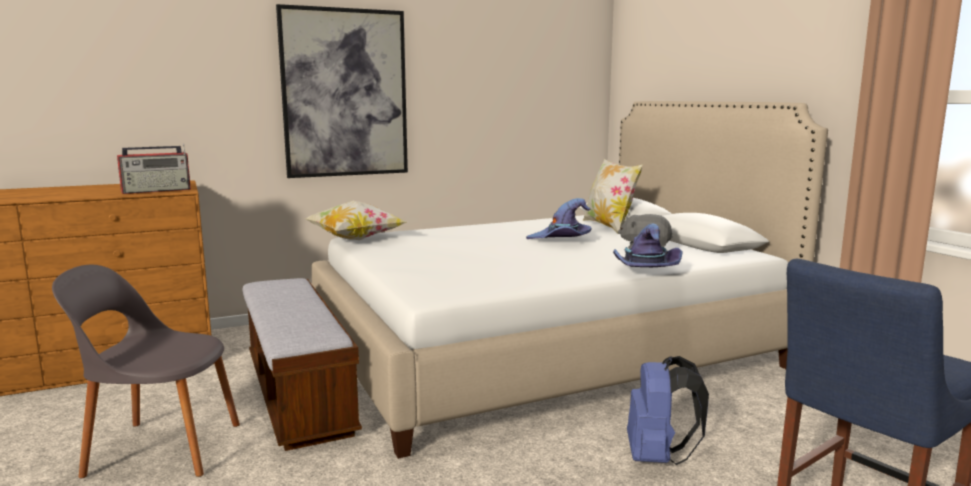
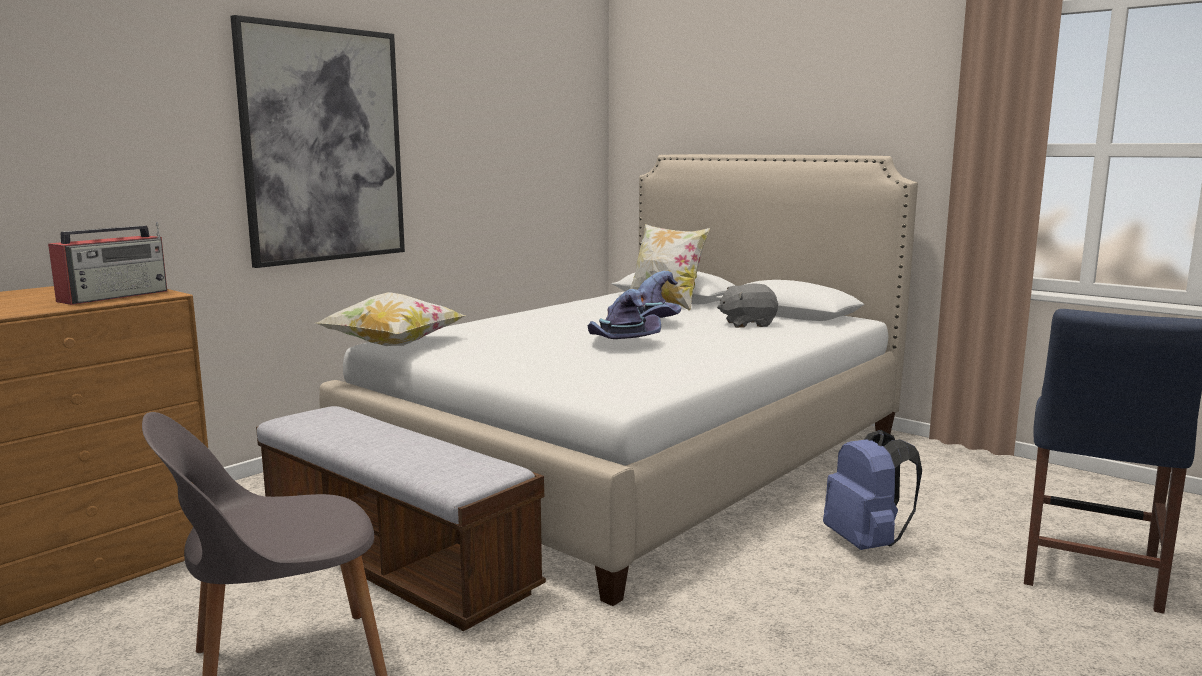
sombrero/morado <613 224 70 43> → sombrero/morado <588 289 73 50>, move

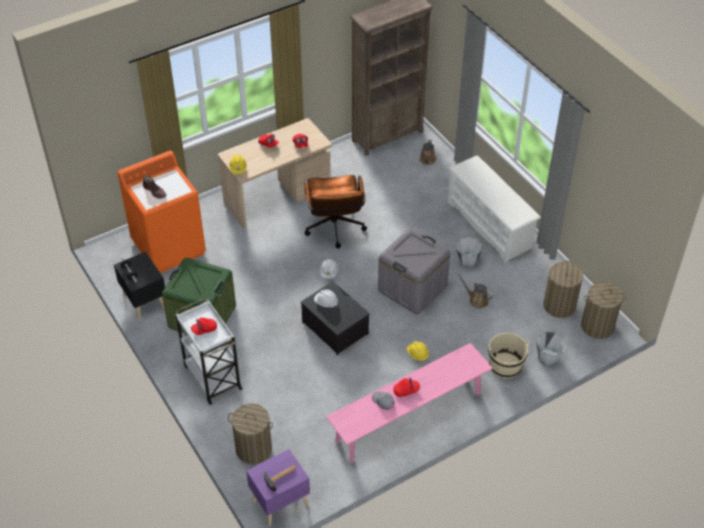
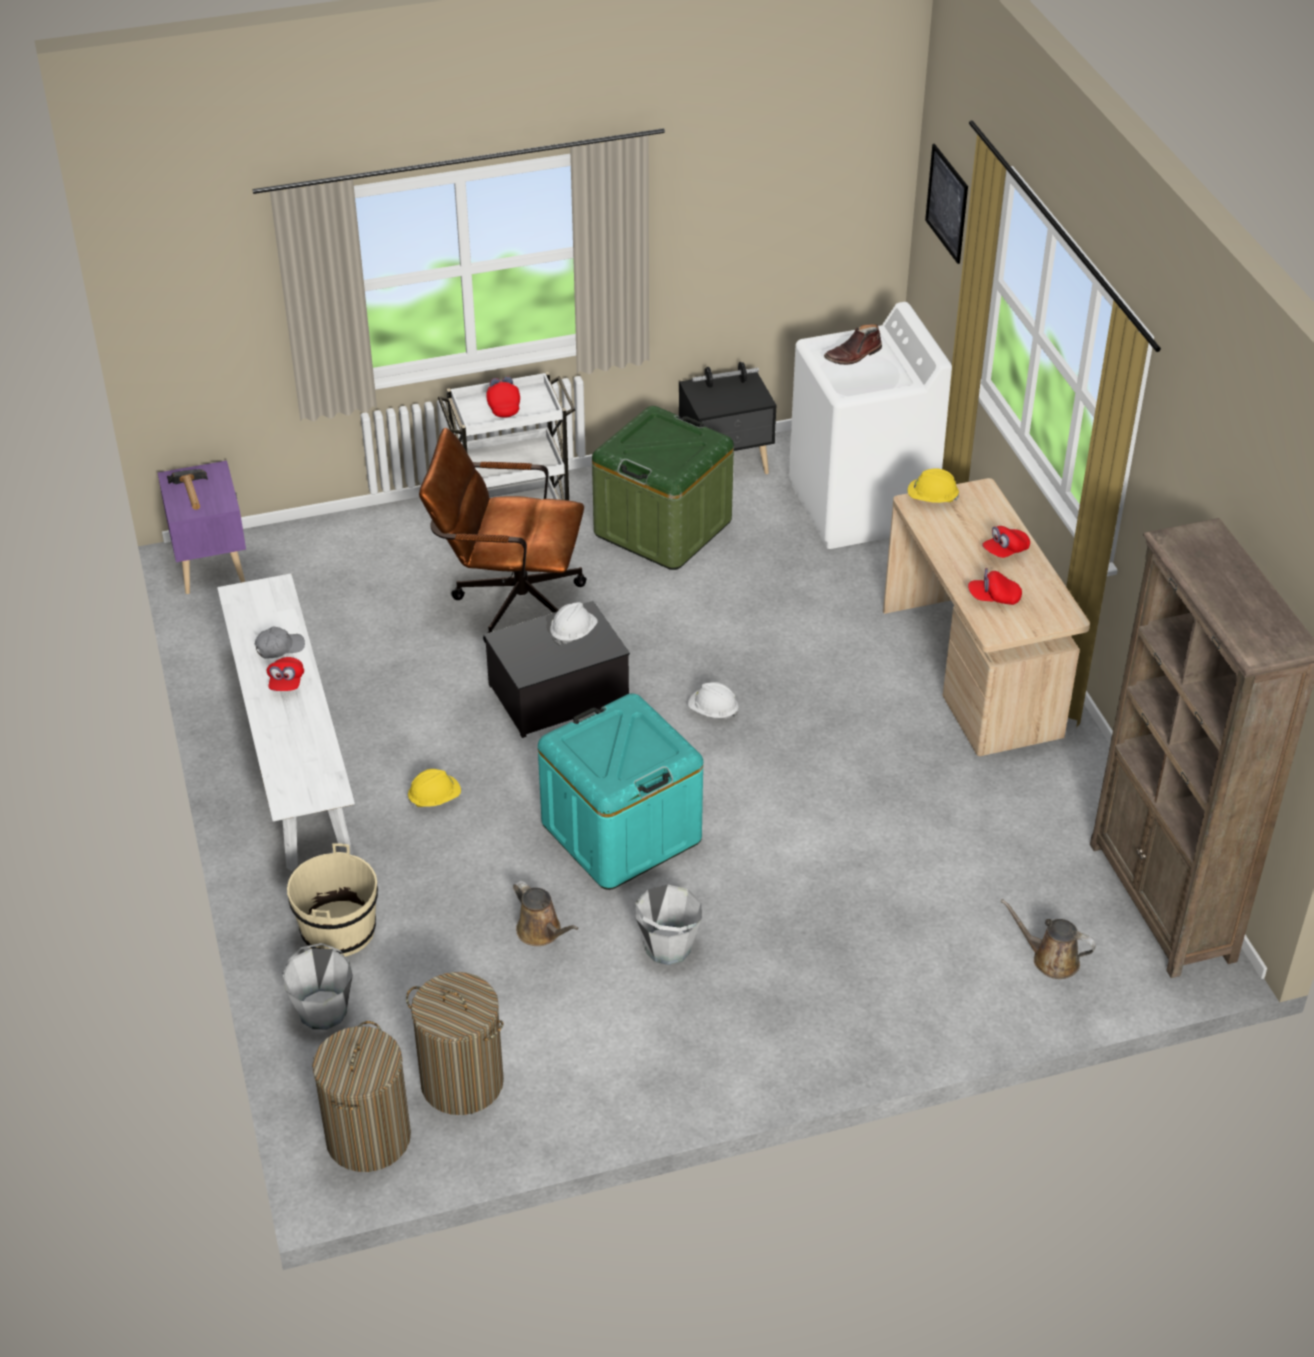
lavadora/naranja <117 151 89 122> → lavadora/blanco <789 302 163 247>
zapatero/blanco <447 155 94 108> → -
silla de oficina/marrón <304 175 63 73> → silla de oficina/marrón <419 428 168 215>, move
caja de almacenaje/gris <378 229 72 85> → caja de almacenaje/turquesa <538 693 165 197>
regadera/marrón <457 274 37 34> → regadera/marrón <513 880 66 66>, 90 degrees clockwise
banco/rosa <326 343 167 119> → banco/blanco <217 574 138 297>
cesto de la ropa <228 404 45 60> → -
- → cuadro <925 144 43 120>

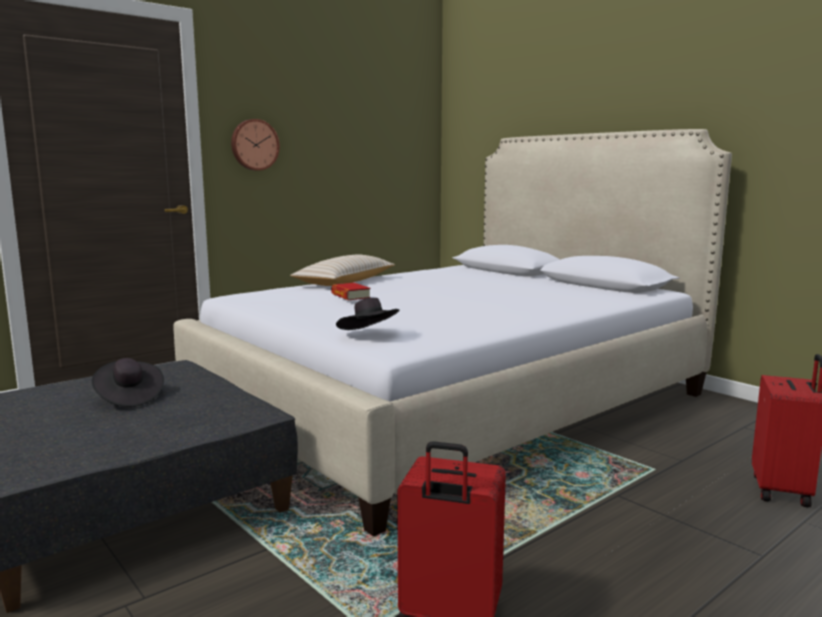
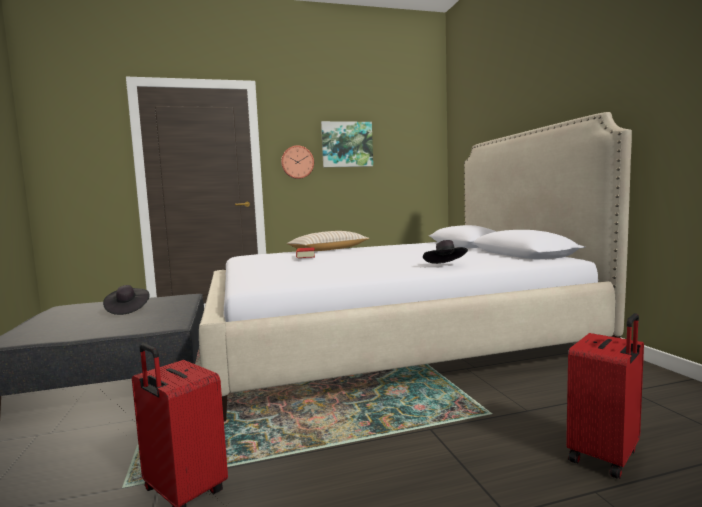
sombrero/negro <336 298 64 32> → sombrero/negro <423 240 45 24>, move
- → cuadro <321 121 52 46>

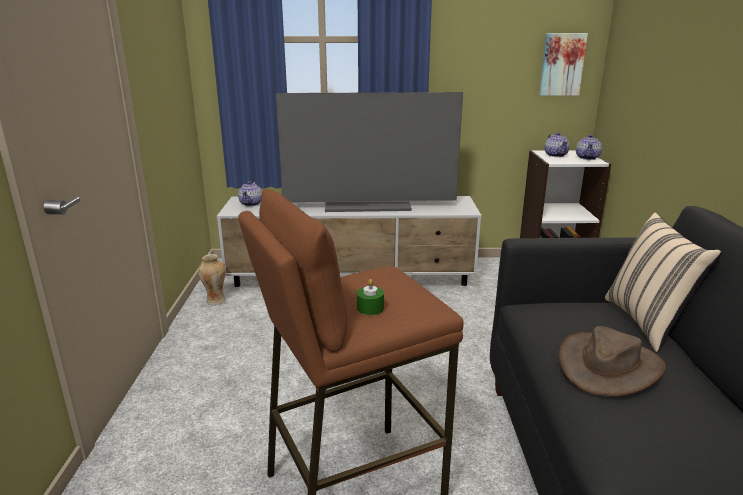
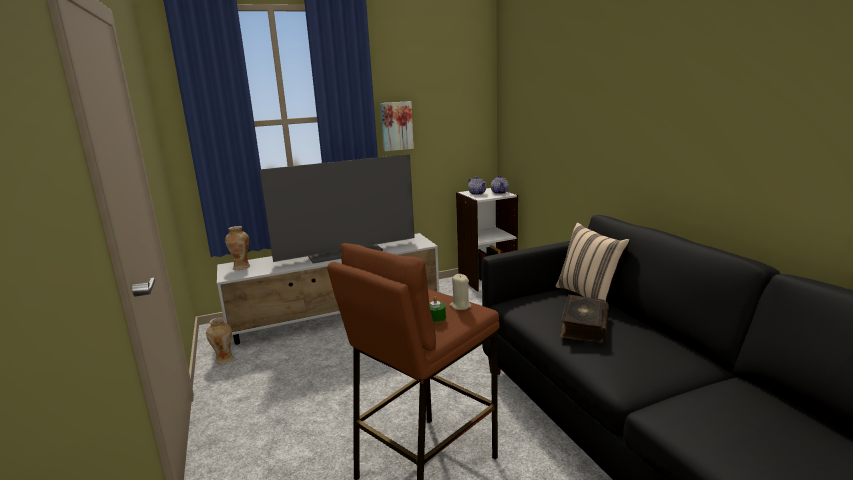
cuadro <539 33 49 63> → cuadro <380 101 34 50>, move
tetera <238 181 24 25> → florero <225 226 25 44>
sombrero/marrón <559 326 106 70> → libro <560 295 49 48>
- → vela/beis <450 274 21 36>

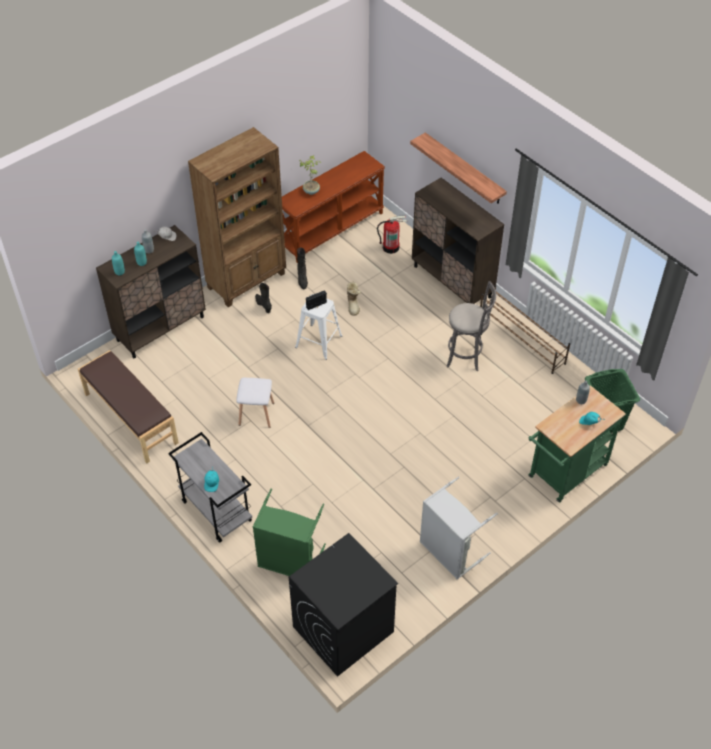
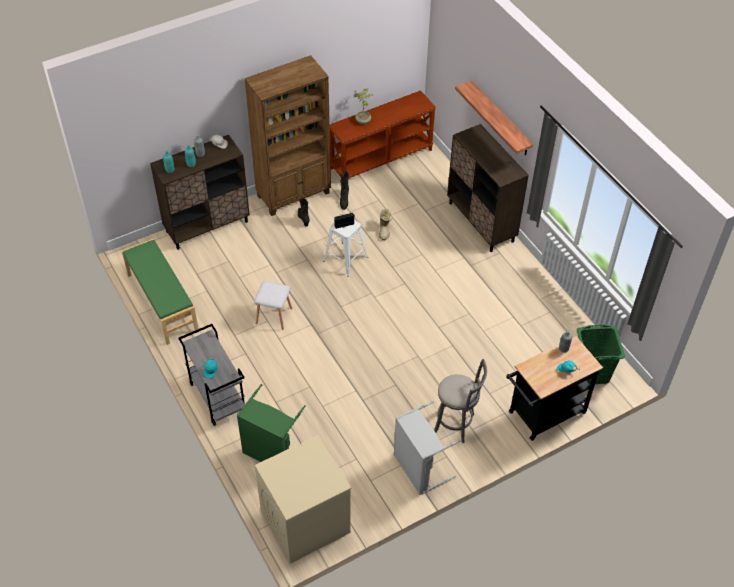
extintor <377 216 30 38> → -
taburete/gris <447 281 49 90> → taburete/gris <434 359 53 84>, move
zapatero/marrón <480 285 90 89> → -
banco/marrón <78 350 101 113> → banco/verde <122 239 77 106>
carrito/verde <528 385 98 117> → carrito/negro <506 336 97 105>
lavadora/negro <289 533 109 144> → lavadora/beis <255 435 97 129>

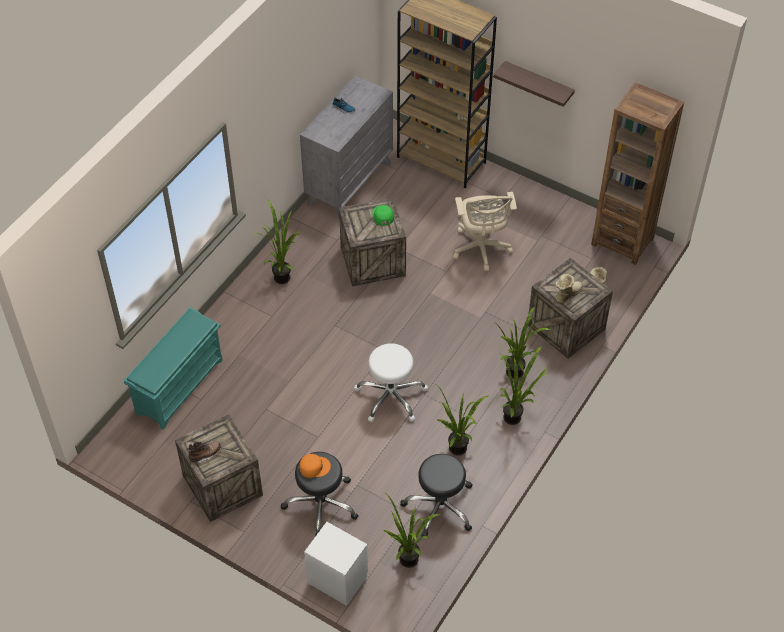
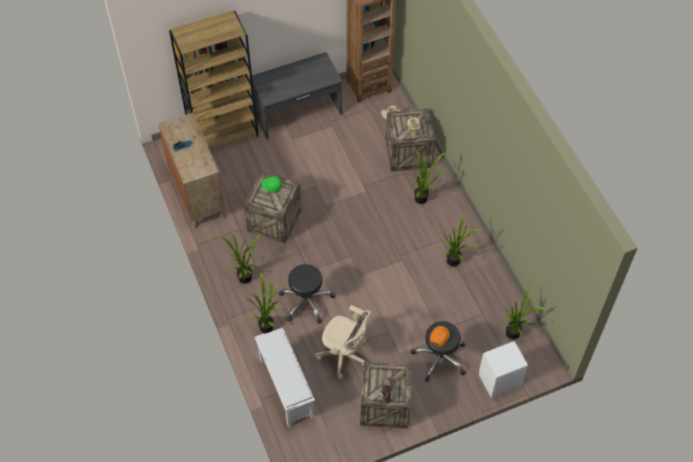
estante <493 61 82 46> → -
cómoda/gris <300 75 93 145> → cómoda/marrón <158 113 68 116>
silla de oficina/beis <453 192 64 79> → silla de oficina/beis <315 305 56 74>, move
zapatero/turquesa <124 307 99 123> → zapatero/blanco <255 327 60 101>
taburete/blanco <354 343 74 79> → -
planta en maceta <499 345 50 80> → planta en maceta <242 272 38 61>, move
taburete/negro <400 454 72 82> → taburete/negro <279 264 56 60>, move
- → escritorio/gris <249 52 94 87>

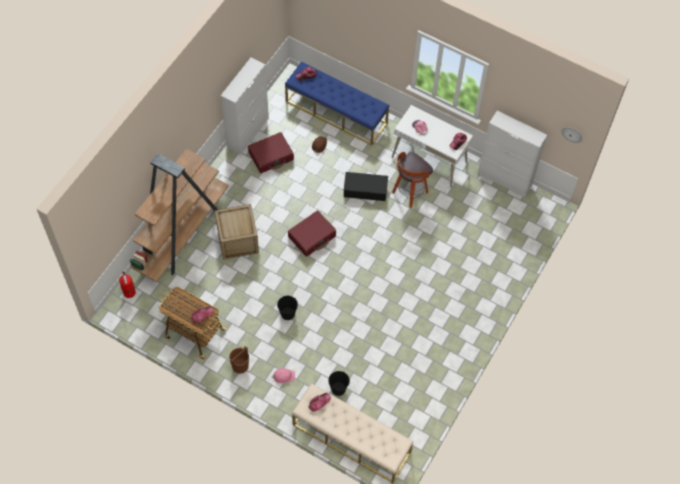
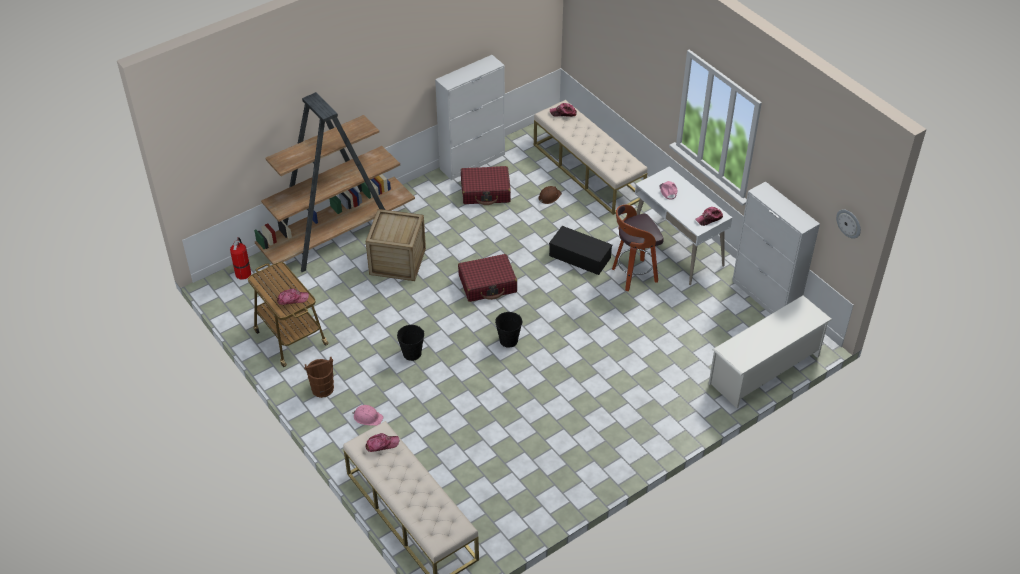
banco/azul <285 62 104 83> → banco/beis <534 100 114 115>
cubo/negro <328 371 22 25> → cubo/negro <495 312 27 36>, move
- → zapatero/blanco <709 295 123 113>

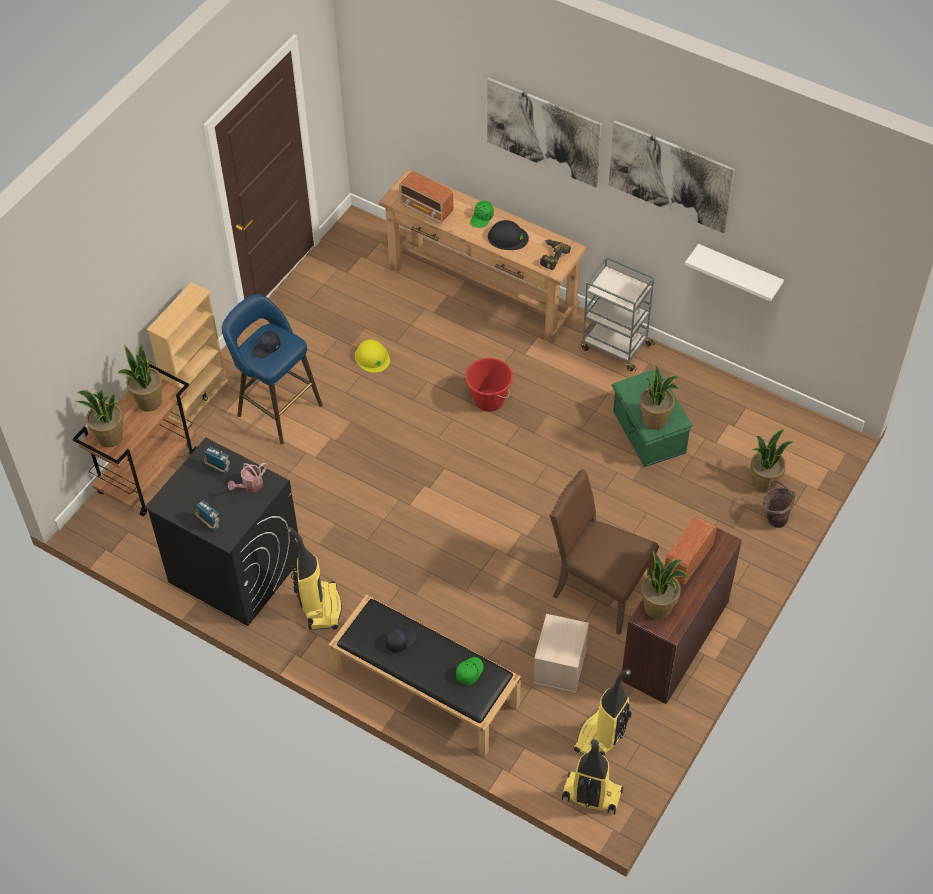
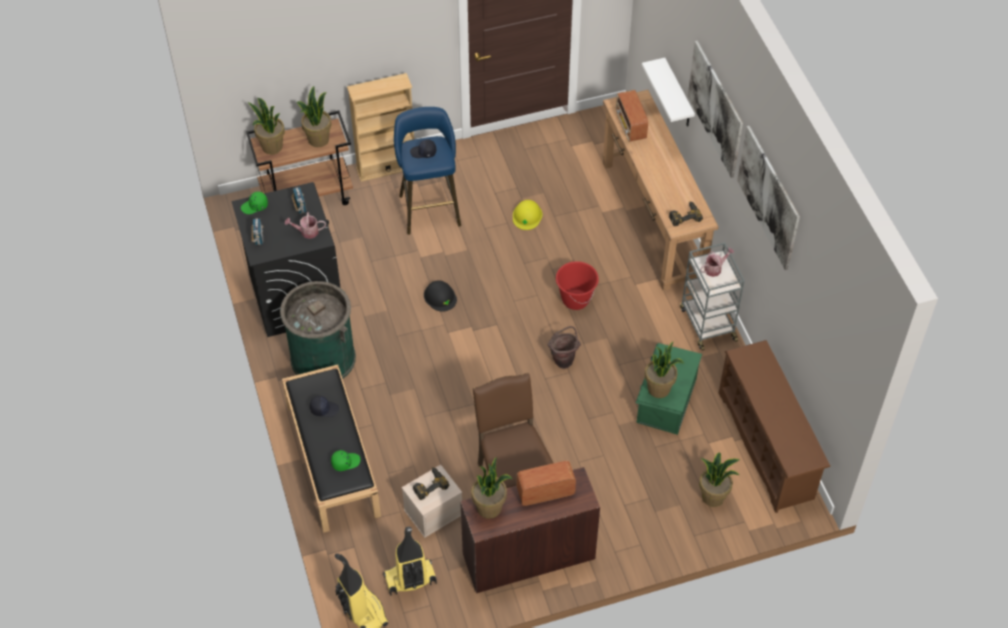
gorra/verde <470 201 24 27> → gorra/verde <241 192 27 22>, move
casco/negro <488 220 41 30> → casco/negro <424 280 33 32>, move
estante/blanco <685 244 99 58> → estante/blanco <642 58 53 69>, move
cubo/marrón <763 480 32 48> → cubo/marrón <547 326 34 43>, move
aspiradora <288 527 54 103> → papelera/verde <280 281 76 98>
- → regadera <700 248 34 29>
- → zapatero/marrón <719 340 111 173>
- → taladro <413 467 36 33>

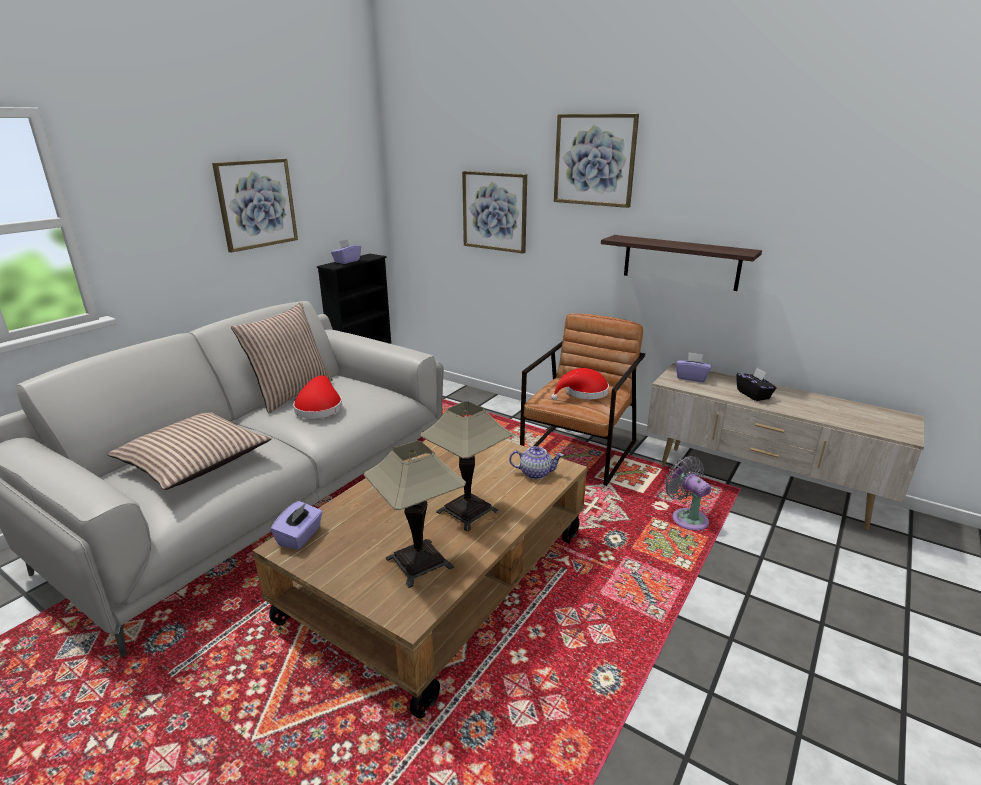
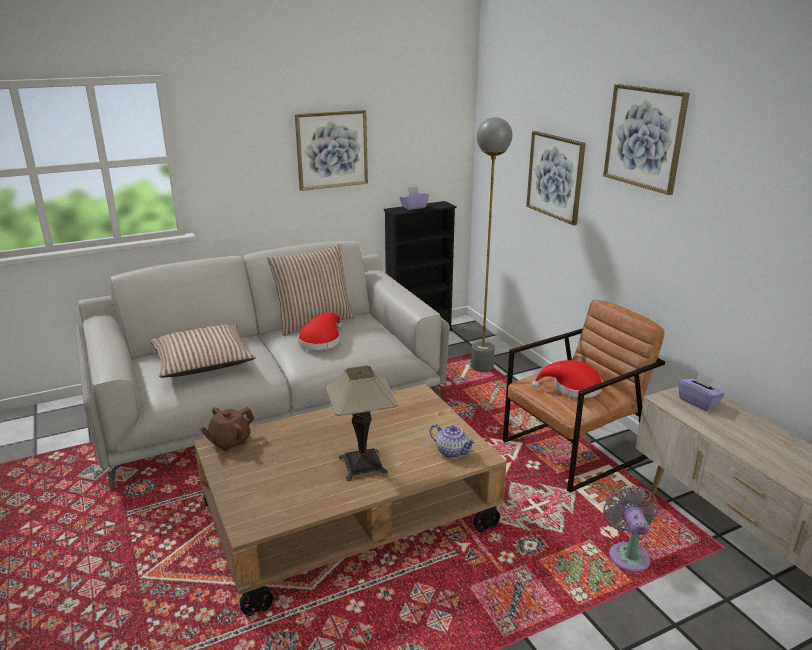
estante <601 235 161 56> → -
caja de pañuelos/negro <737 367 39 34> → -
lámpara de mesa <363 441 103 147> → -
caja de pañuelos/morado <270 501 53 49> → tetera/marrón <200 407 54 45>
- → lámpara de pie/gris <471 117 42 255>

